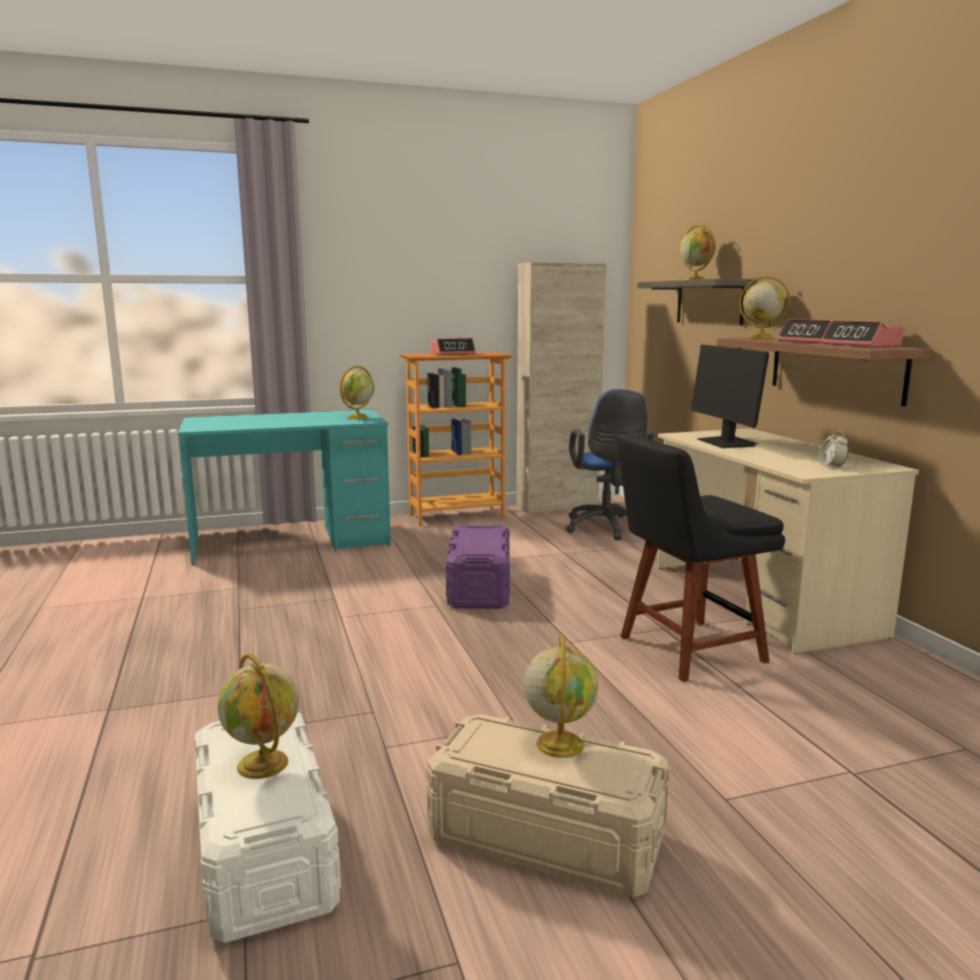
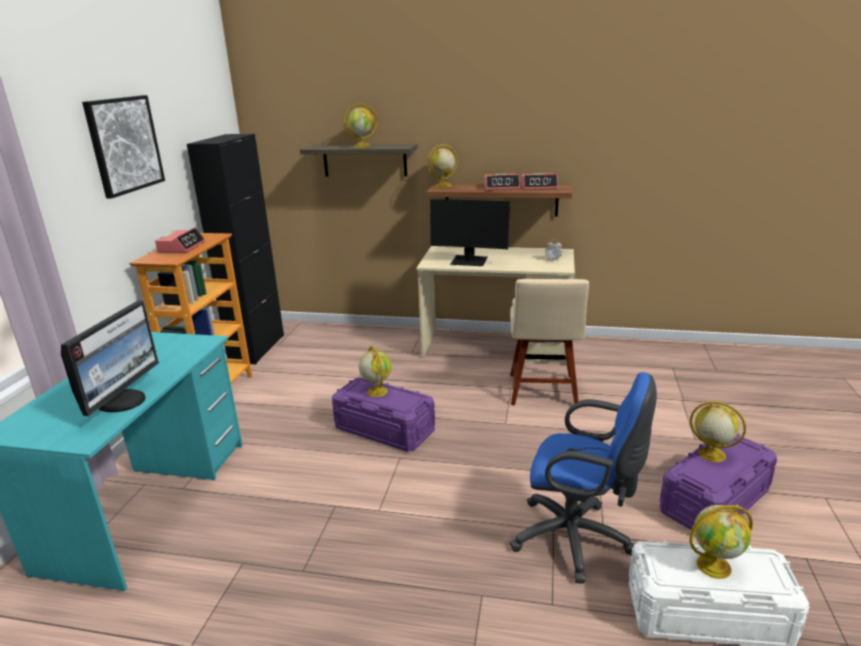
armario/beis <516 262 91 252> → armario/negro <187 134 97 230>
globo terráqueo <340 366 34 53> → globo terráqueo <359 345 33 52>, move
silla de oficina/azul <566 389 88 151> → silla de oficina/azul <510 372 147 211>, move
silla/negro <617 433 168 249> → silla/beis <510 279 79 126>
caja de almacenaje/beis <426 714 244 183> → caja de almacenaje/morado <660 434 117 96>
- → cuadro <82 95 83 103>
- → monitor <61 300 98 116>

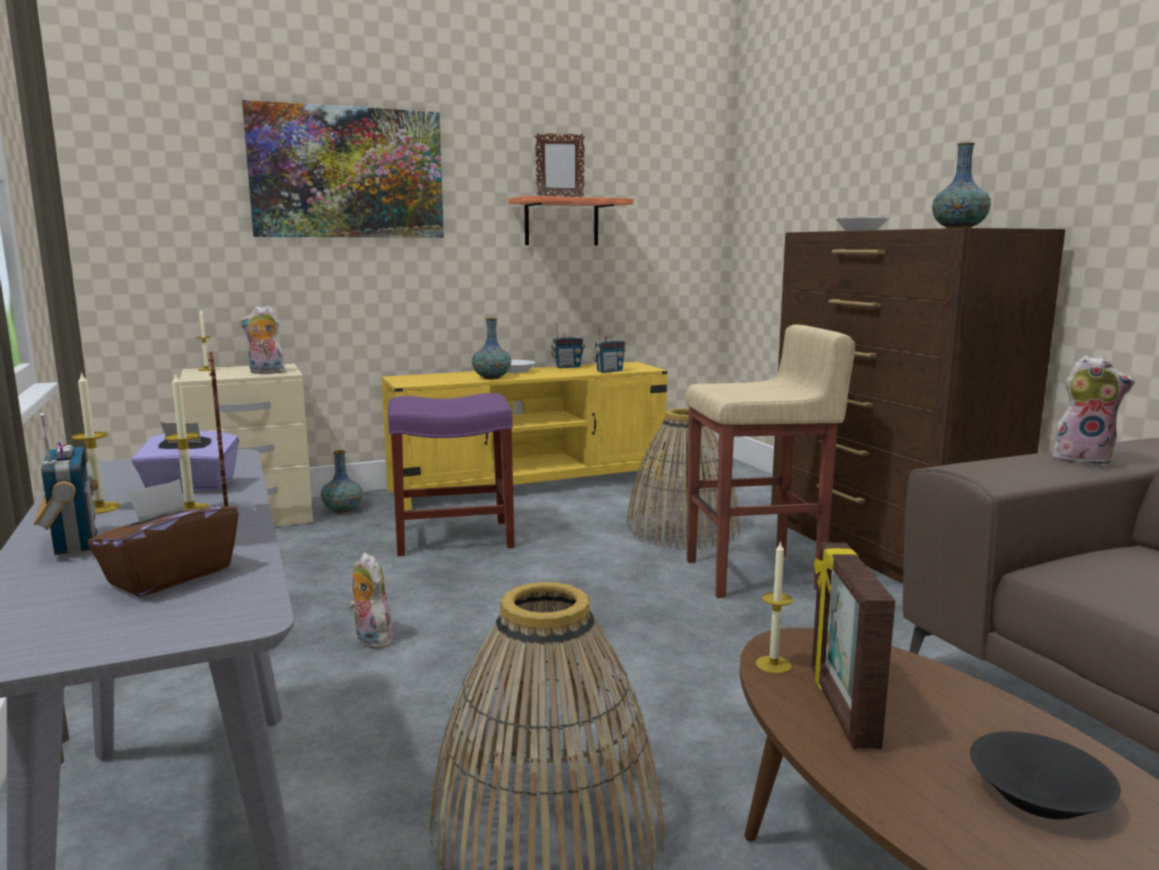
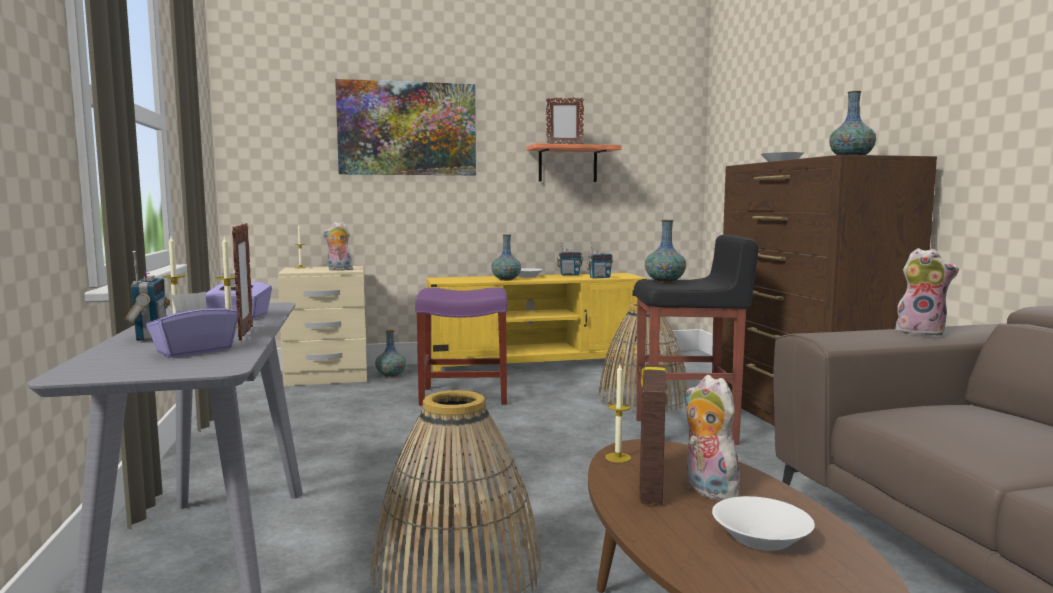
taburete/beis <685 324 170 274> → taburete/negro <634 235 124 210>
caja de pañuelos/marrón <88 479 151 118> → caja de pañuelos/morado <146 292 93 66>
peluche <349 552 44 97> → peluche <685 375 55 126>, move
cuenco/negro <970 731 151 89> → cuenco/blanco <712 496 103 55>
- → florero <645 220 41 63>

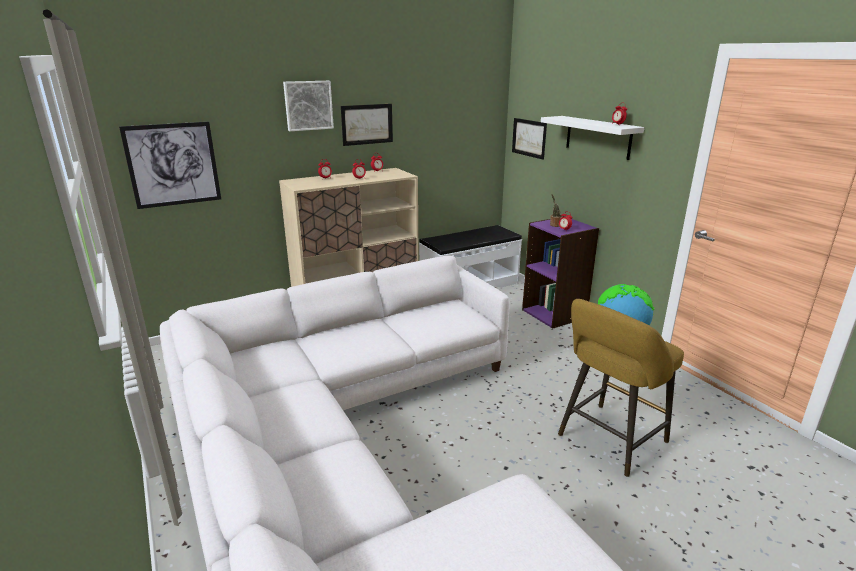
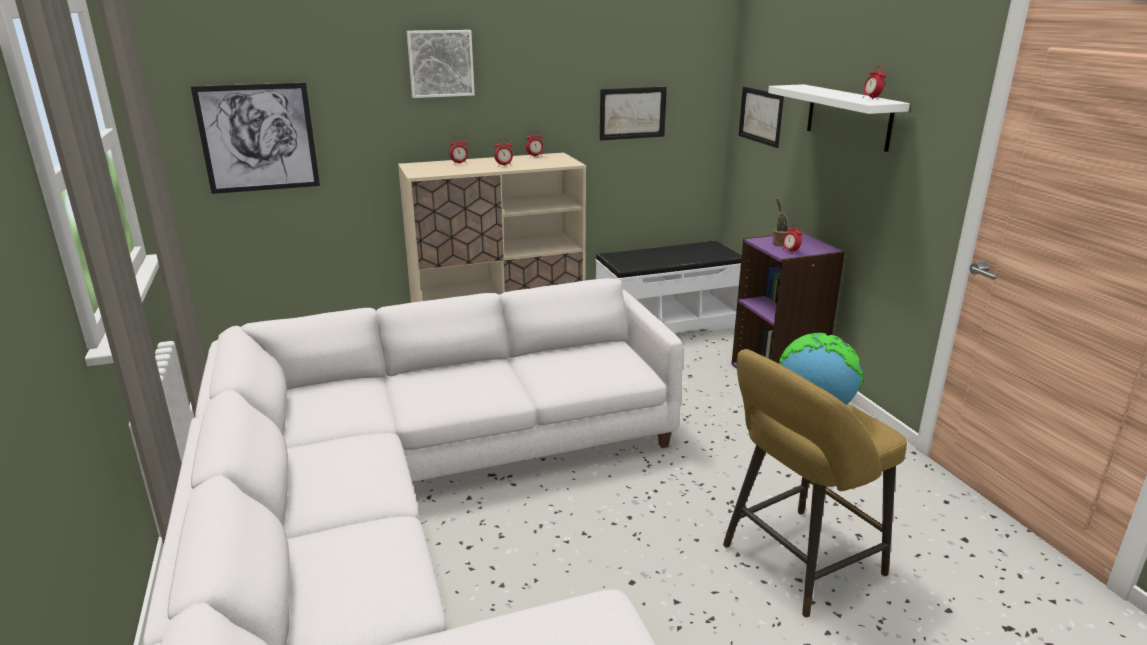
cuadro <341 104 52 42> → cuadro <600 87 67 54>, move

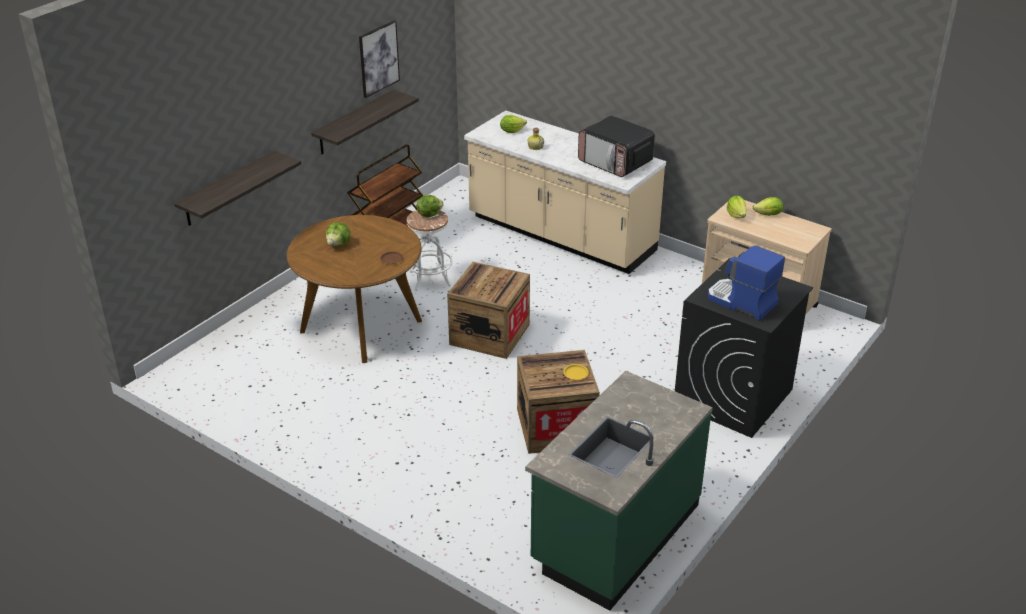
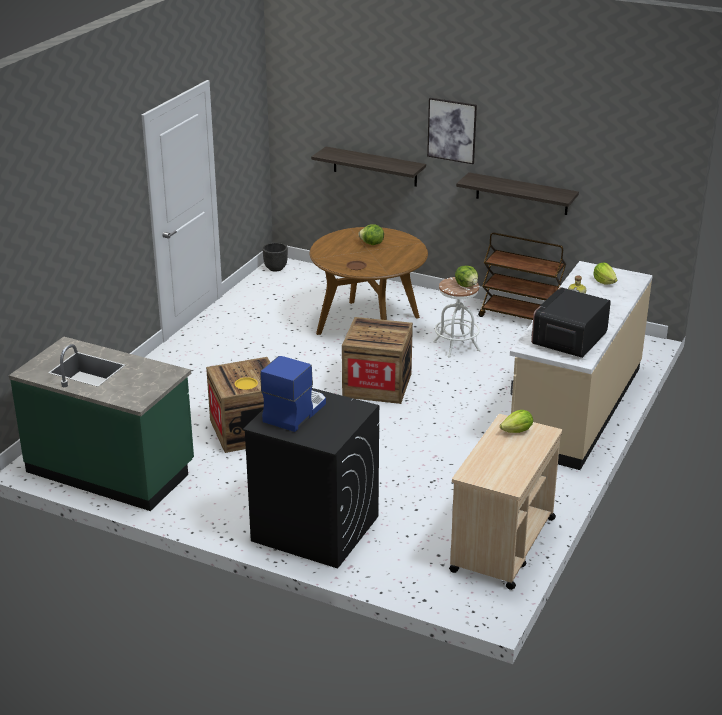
cuadro <359 20 41 78> → cuadro <427 98 50 66>, move
lechuga <753 197 30 19> → -
- → maceta/negro <262 242 26 29>

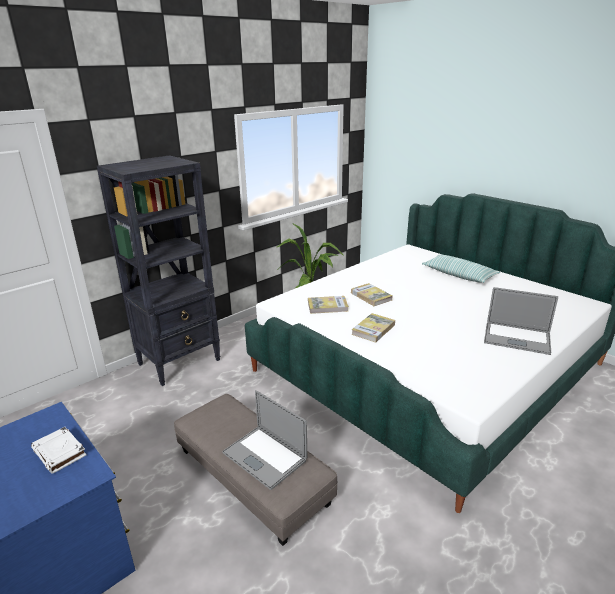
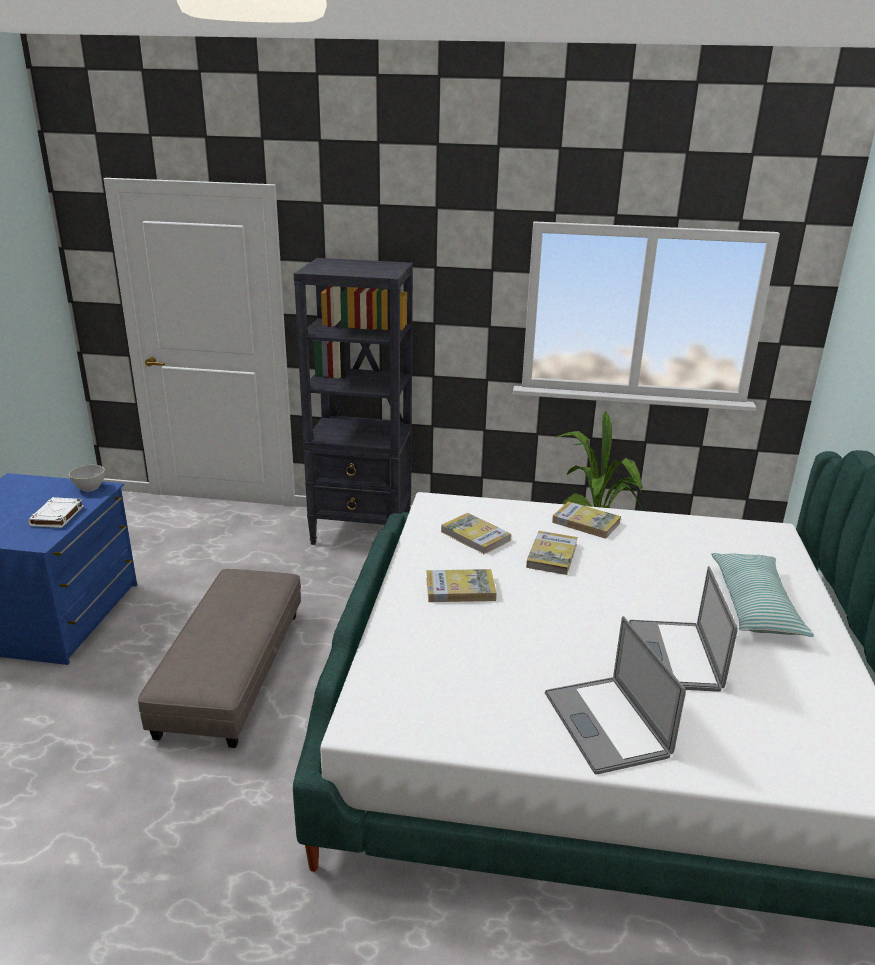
portátil <222 390 85 100> → portátil <629 566 109 126>, move
- → cuenco/gris <69 465 36 27>
- → libro <552 501 69 38>

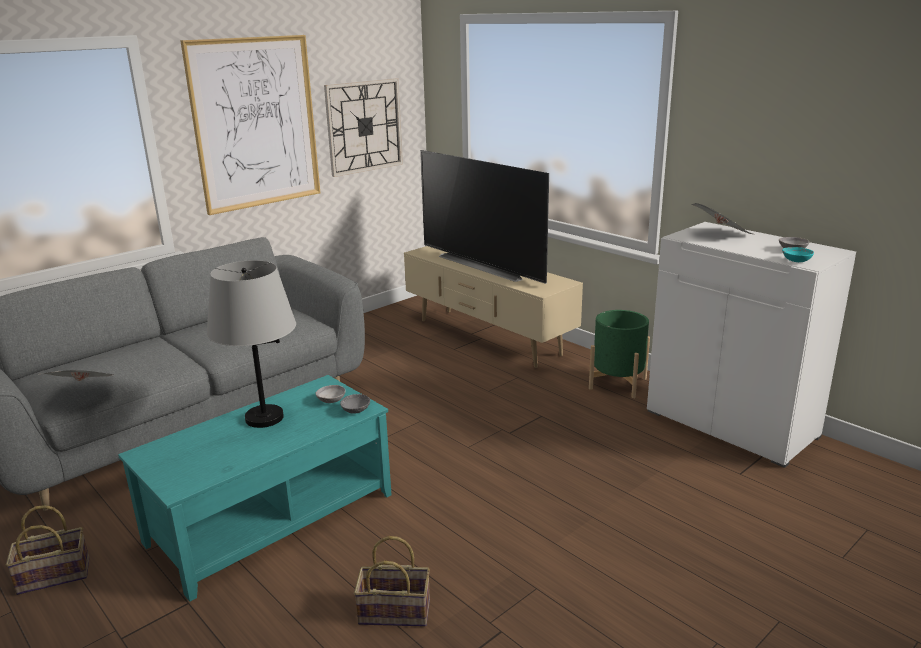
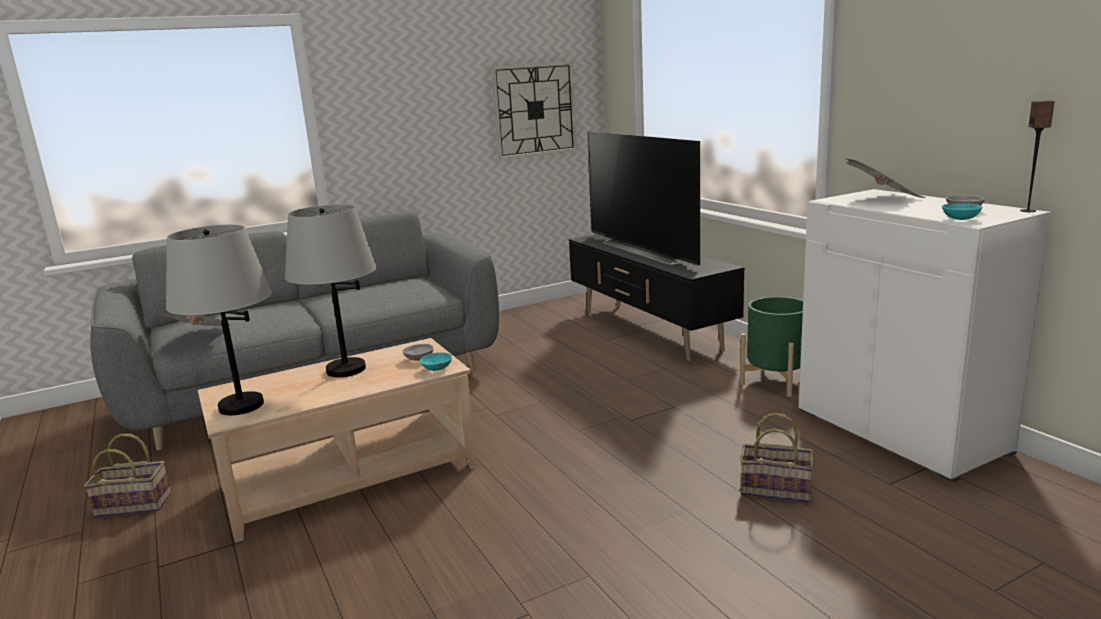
cuadro <180 35 140 180> → -
mueble de televisión/beis <404 246 179 122> → mueble de televisión/negro <569 234 175 127>
mesa de centro/turquesa <118 375 274 227> → mesa de centro/beis <198 338 279 205>
cuenco/gris <340 394 30 20> → cuenco/turquesa <420 352 32 19>
cesta <354 536 76 90> → cesta <740 413 73 90>, move
- → altavoz <1020 100 35 112>
- → lámpara de mesa/gris <166 225 106 190>

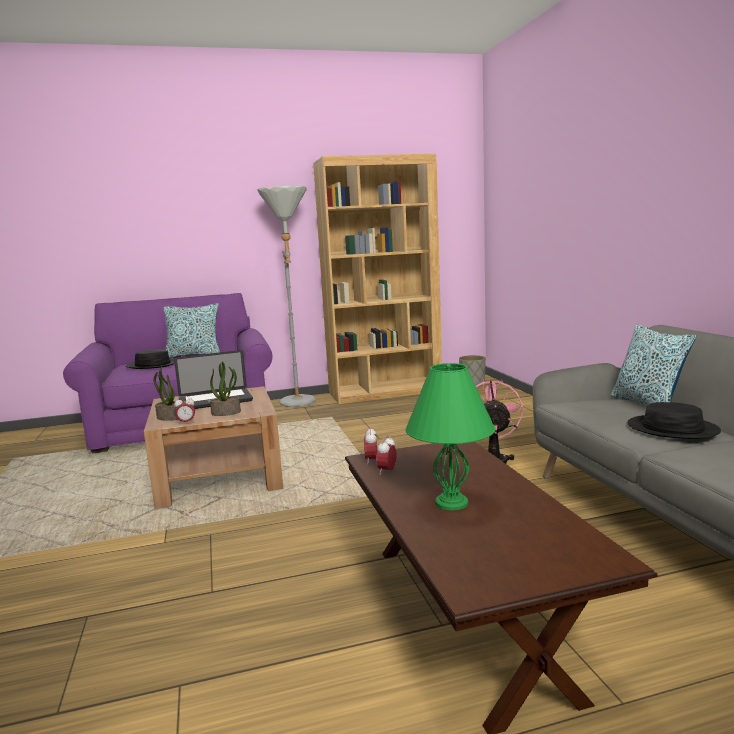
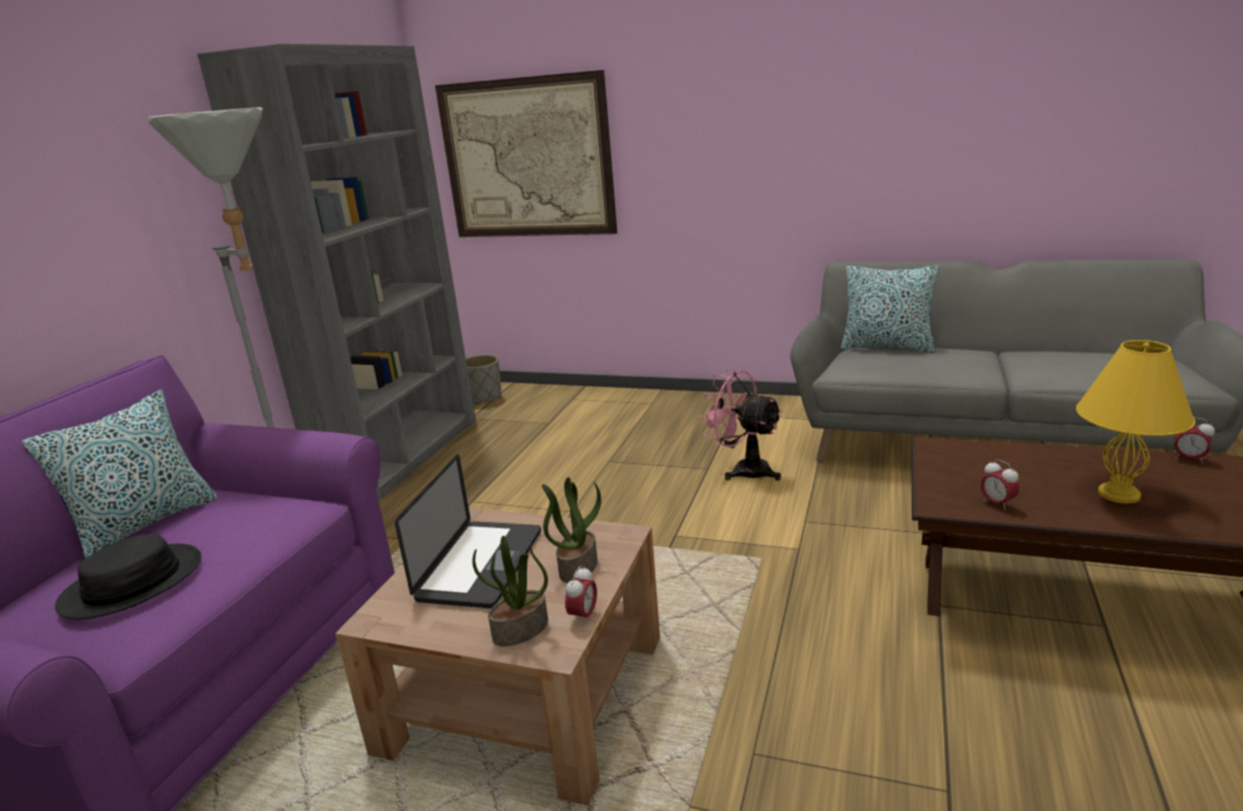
estantería/marrón <313 154 129 250> → estantería/gris <197 44 279 456>
lámpara de mesa/verde <405 363 90 148> → lámpara de mesa/amarillo <1076 340 119 164>
sombrero/negro <627 402 94 37> → -
despertador <364 426 13 36> → despertador <1174 417 41 46>, move
- → cuadro <435 70 182 167>

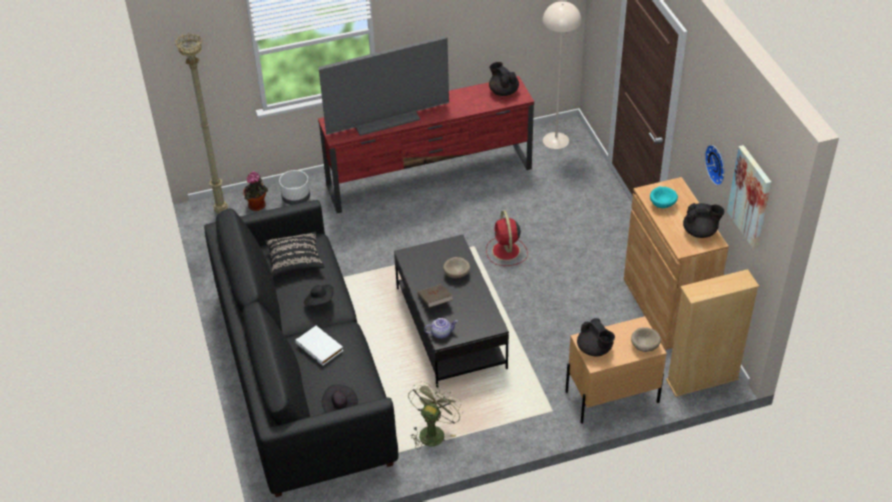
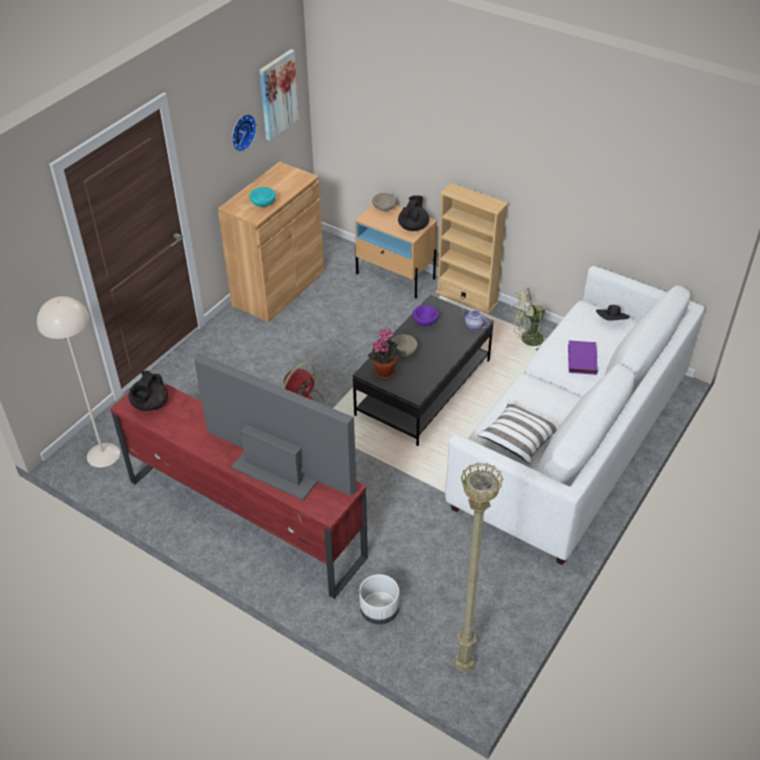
planta en maceta <244 171 24 40> → planta en maceta <368 328 34 51>, move
sofá/negro <204 200 194 297> → sofá/blanco <445 266 260 299>
tetera/negro <683 203 42 35> → -
cojín/negro <265 231 59 46> → cojín/blanco <477 400 82 64>
estantería/beis <666 269 93 128> → estantería/beis <436 183 72 131>, move
sombrero/negro <304 284 30 22> → -
libro/marrón <417 284 36 24> → -
libro/blanco <295 325 48 41> → libro/morado <568 340 30 35>
- → cuenco/morado <413 305 26 21>

